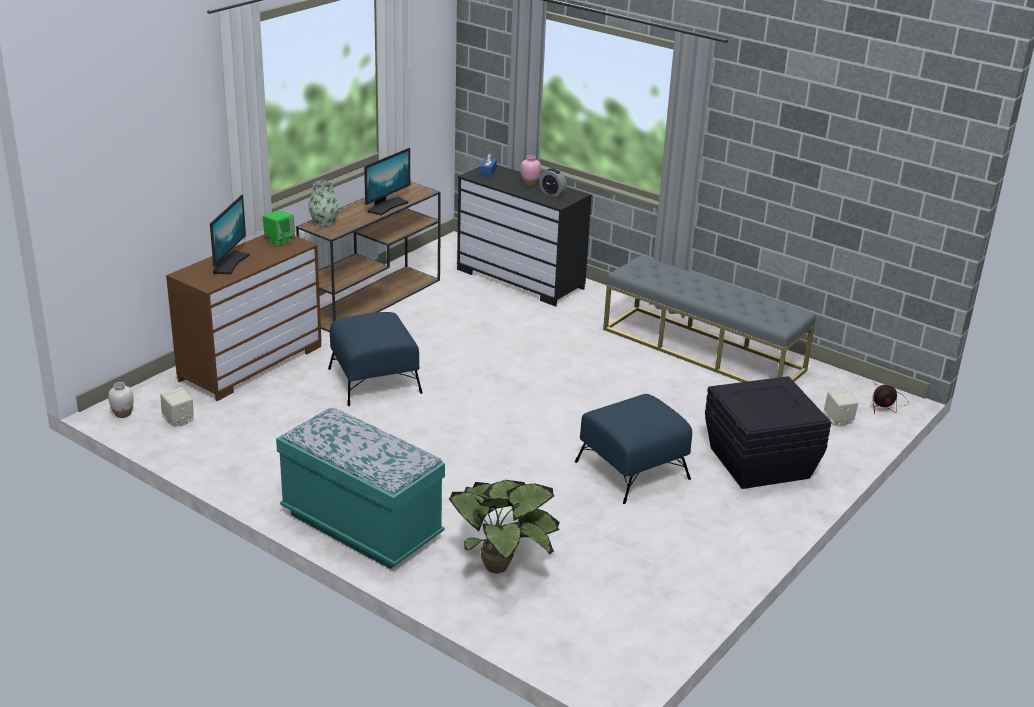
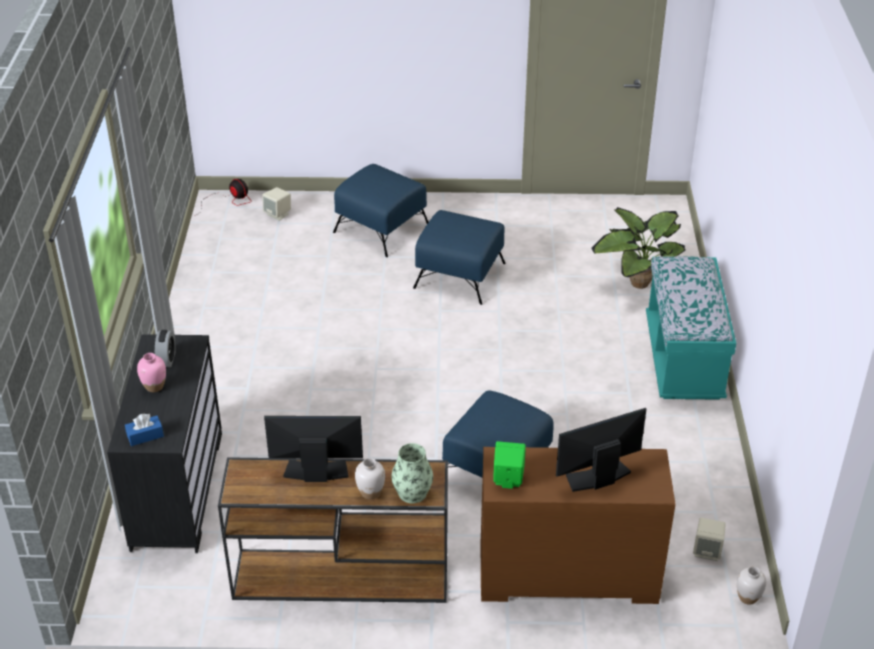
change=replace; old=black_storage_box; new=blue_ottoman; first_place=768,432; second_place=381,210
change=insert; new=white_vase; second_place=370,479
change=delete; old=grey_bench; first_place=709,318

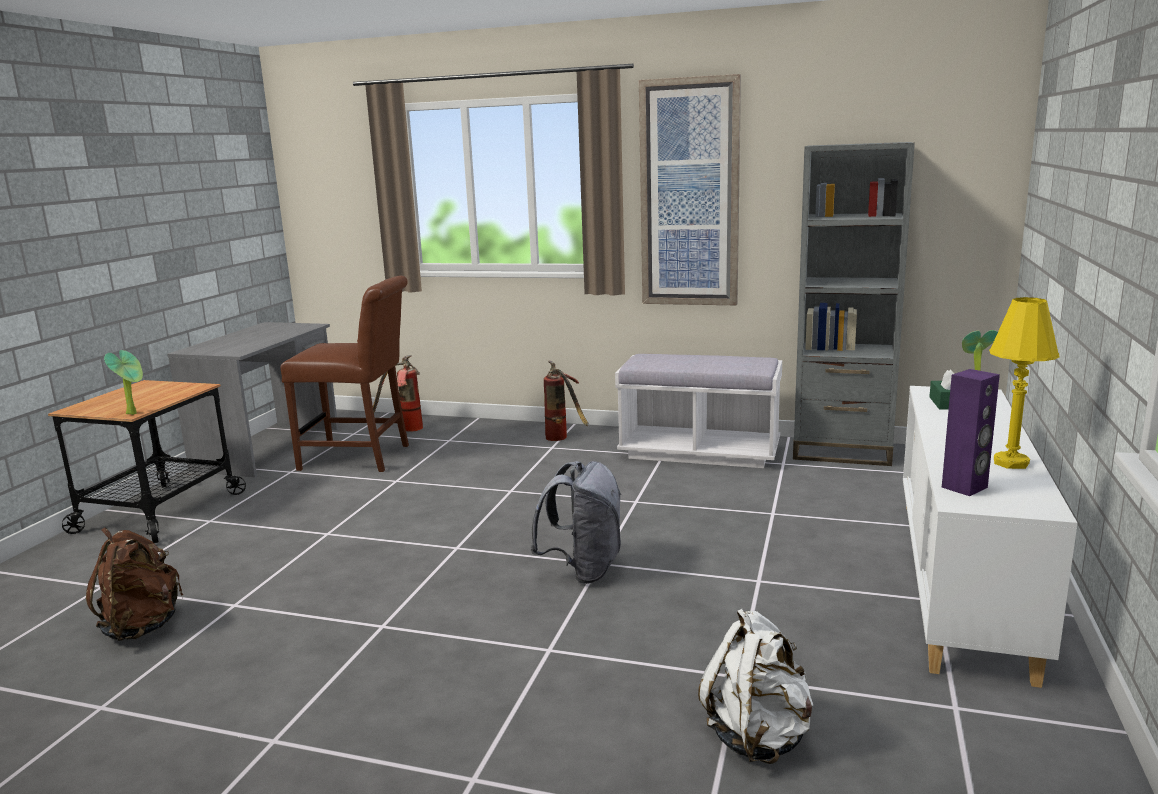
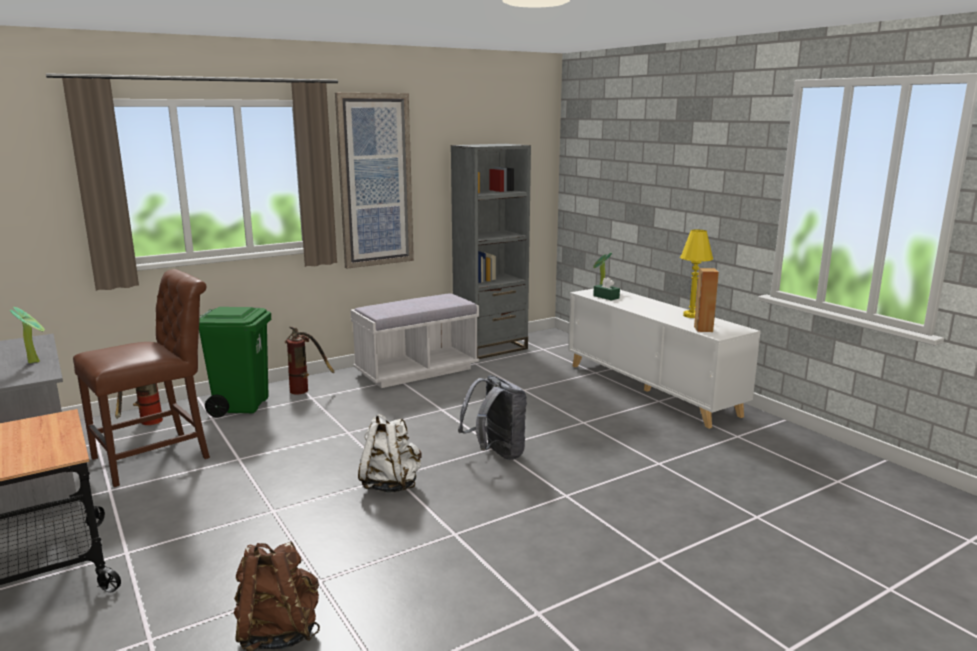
change=move; old=potted_plant; first_place=123,382; second_place=27,335
change=insert; new=green_trash_can; second_place=235,362
change=move; old=white_backpack; first_place=755,686; second_place=390,453
change=recolor; old=purple_speaker; new=brown_speaker; first_place=971,432; second_place=706,300

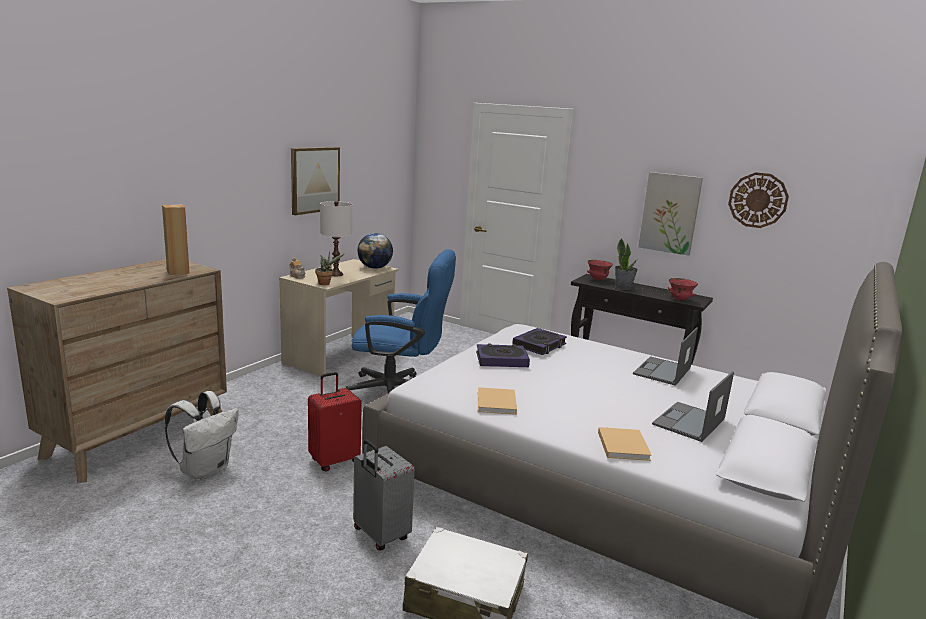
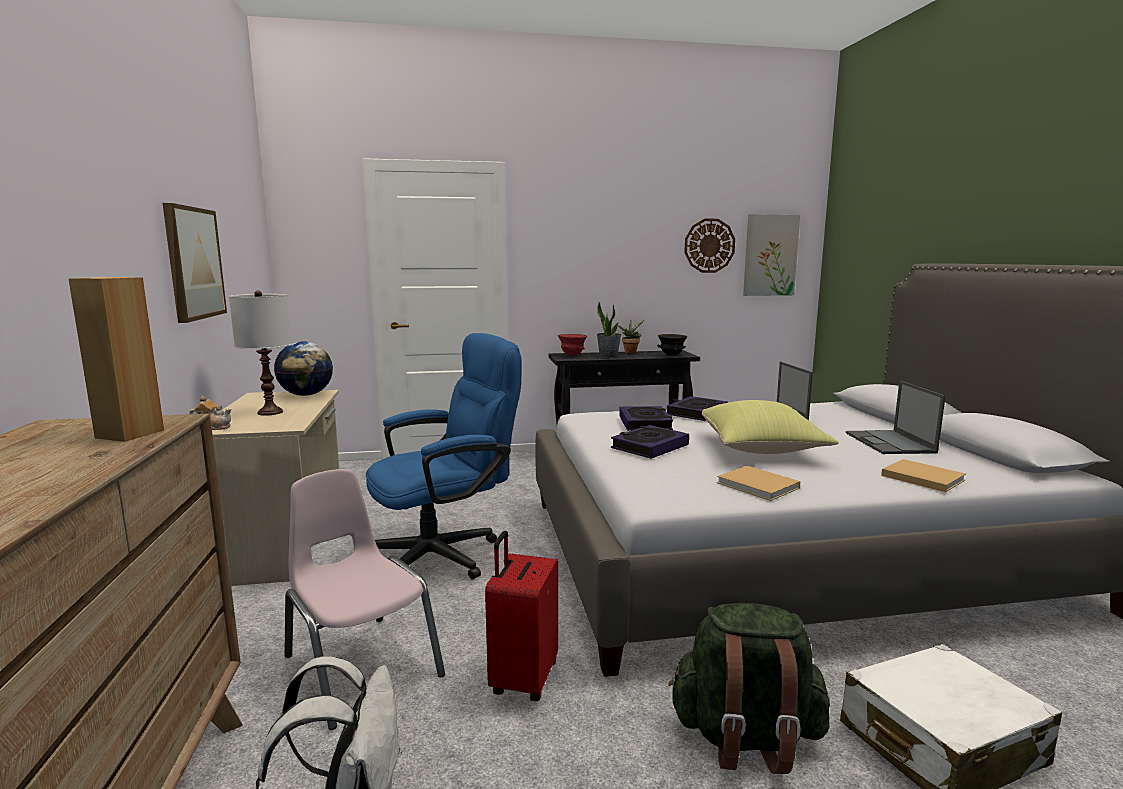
change=insert; new=pink_chair; second_place=364,599
change=move; old=potted_plant; first_place=330,268; second_place=631,336
change=recolor; old=red_bowl; new=black_bowl; first_place=683,289; second_place=672,345
change=insert; new=book; second_place=697,408
change=replace; old=grey_suitcase; new=green_backpack; first_place=384,494; second_place=749,688
change=insert; new=yellow_pillow; second_place=770,427
change=move; old=picture; first_place=670,214; second_place=771,255

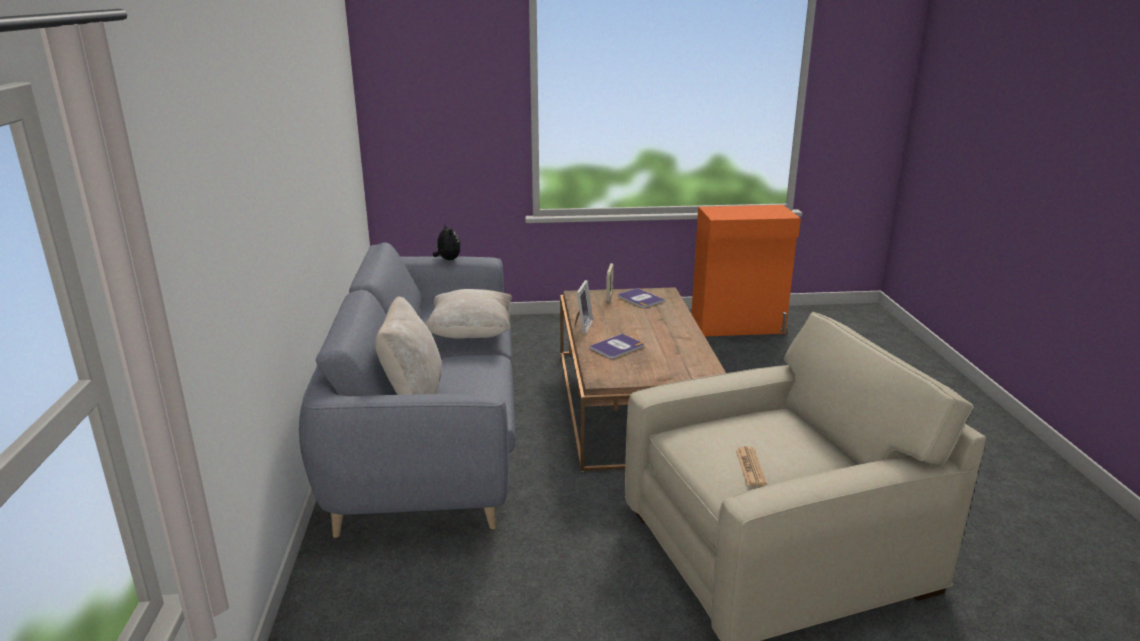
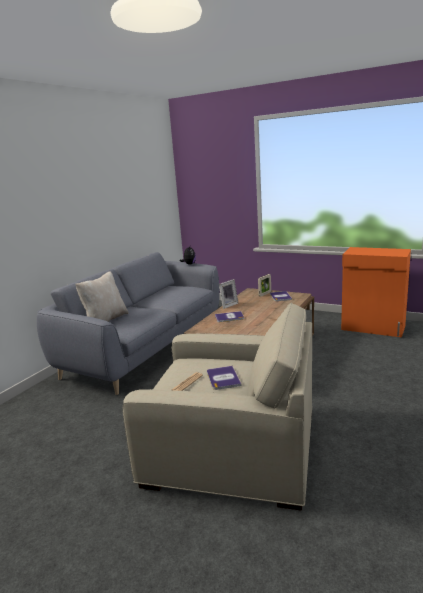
change=insert; new=book; second_place=224,378
change=delete; old=beige_pillow; first_place=469,314

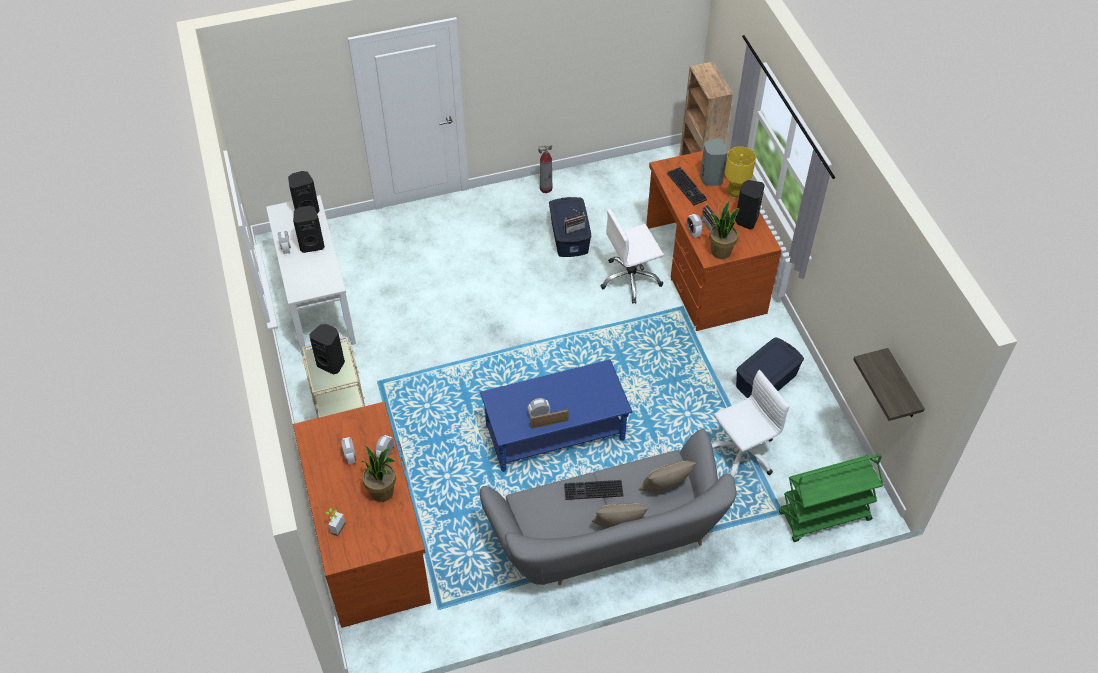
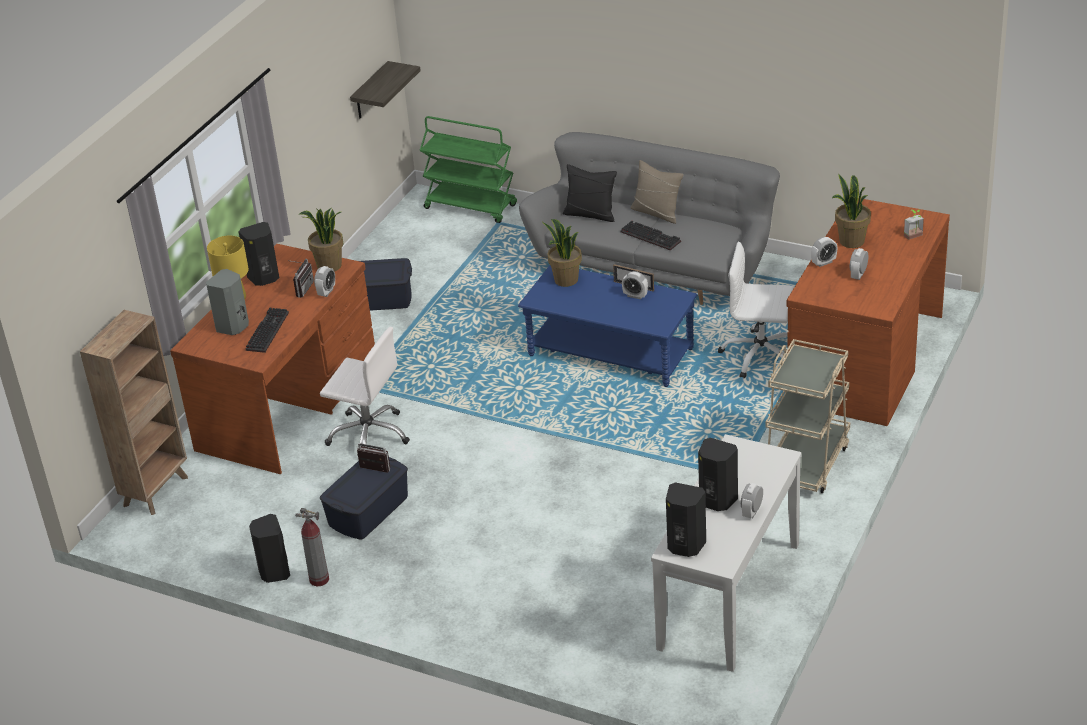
change=move; old=black_speaker; first_place=327,349; second_place=269,548
change=insert; new=potted_plant; second_place=562,253
change=recolor; old=beige_pillow; new=black_pillow; first_place=667,476; second_place=590,193
change=move; old=white_office_chair; first_place=751,424; second_place=756,310

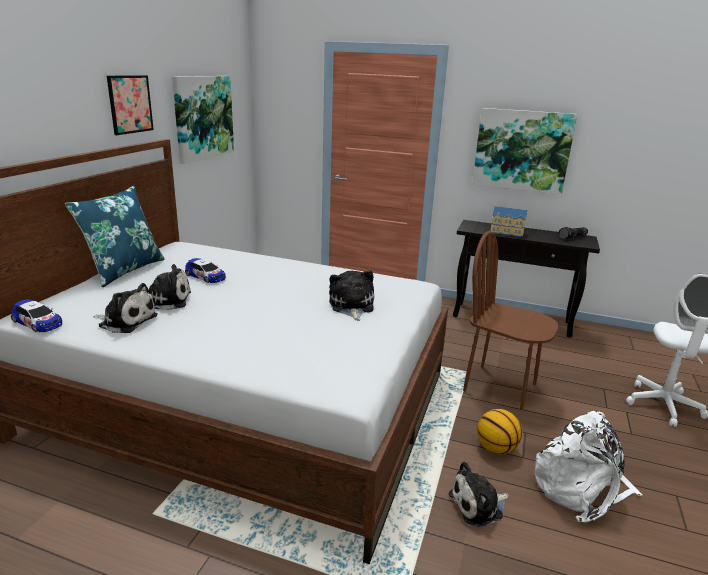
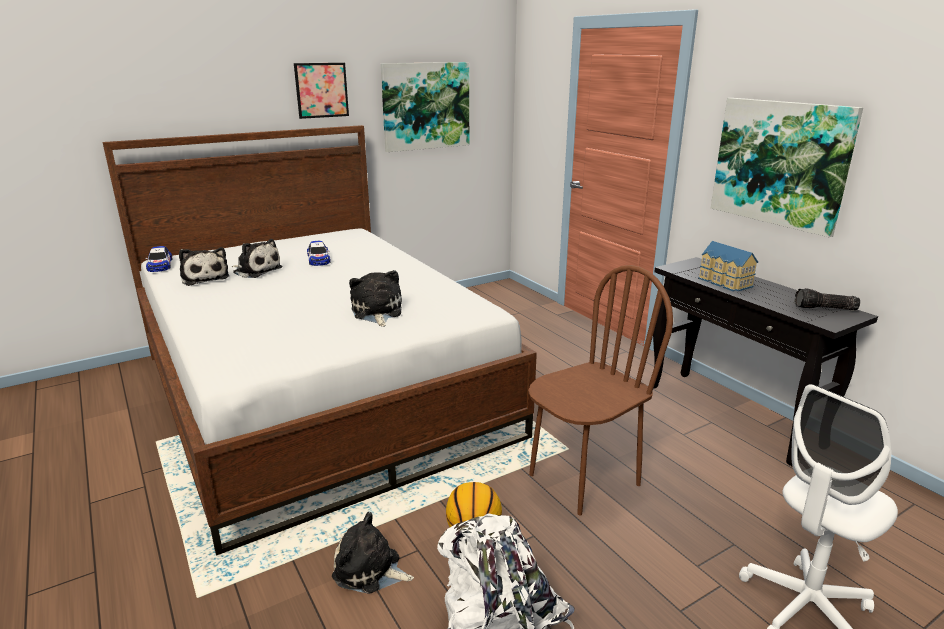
change=rotate; old=plush_toy; first_place=351,295; second_place=375,298; degrees=-45
change=rotate; old=brown_chair; first_place=511,320; second_place=600,390; degrees=75
change=delete; old=blue_pillow; first_place=115,236

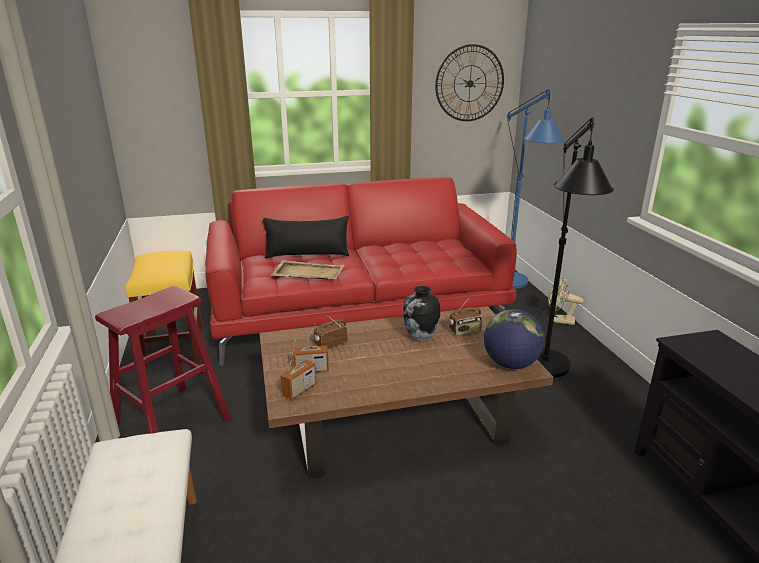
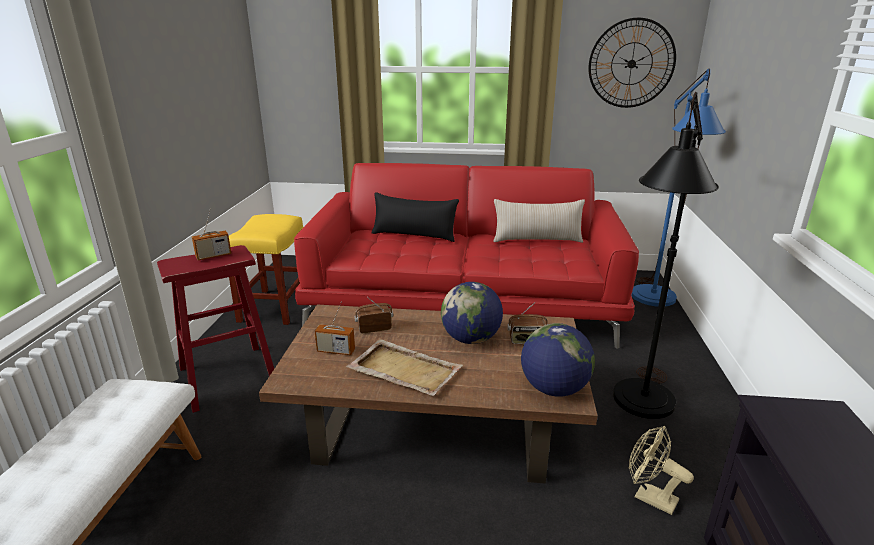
change=move; old=radio; first_place=298,370; second_place=211,234
change=move; old=beige_tray; first_place=307,270; second_place=404,367
change=replace; old=vase; new=globe; first_place=421,314; second_place=472,313
change=insert; new=beige_pillow; second_place=539,221
change=move; old=beige_fan; first_place=566,301; second_place=661,470

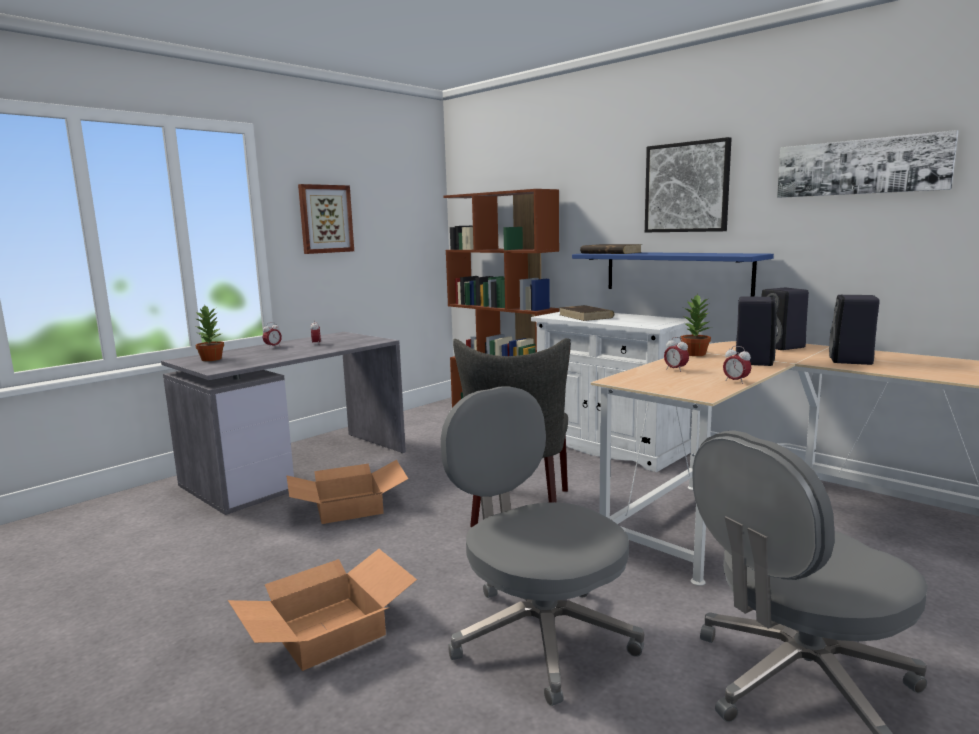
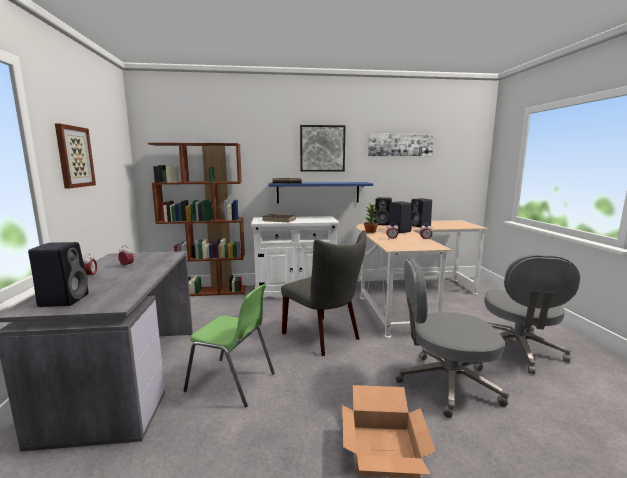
change=replace; old=potted_plant; new=black_speaker; first_place=209,333; second_place=58,274
change=replace; old=cardboard_box; new=green_chair; first_place=347,492; second_place=229,345

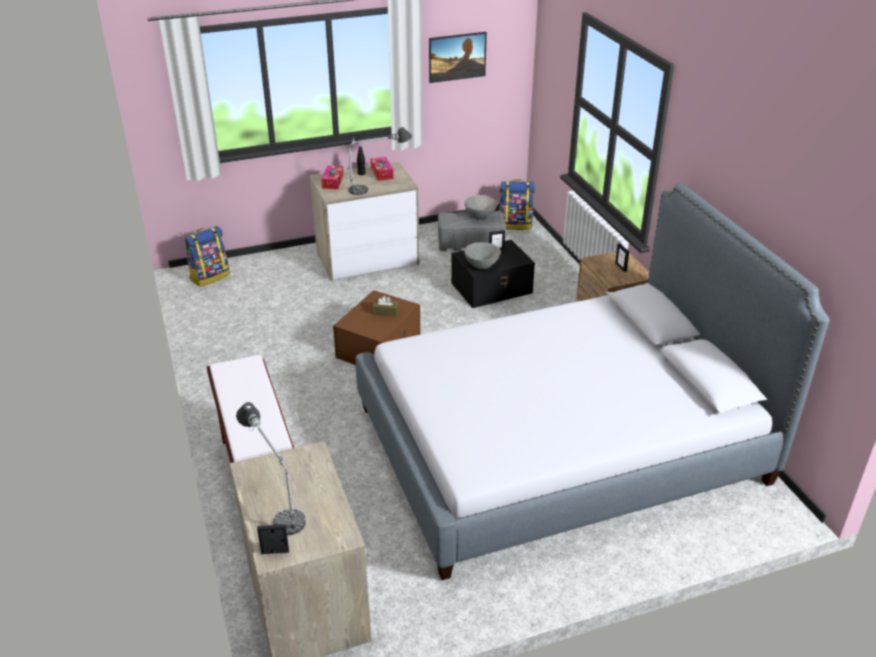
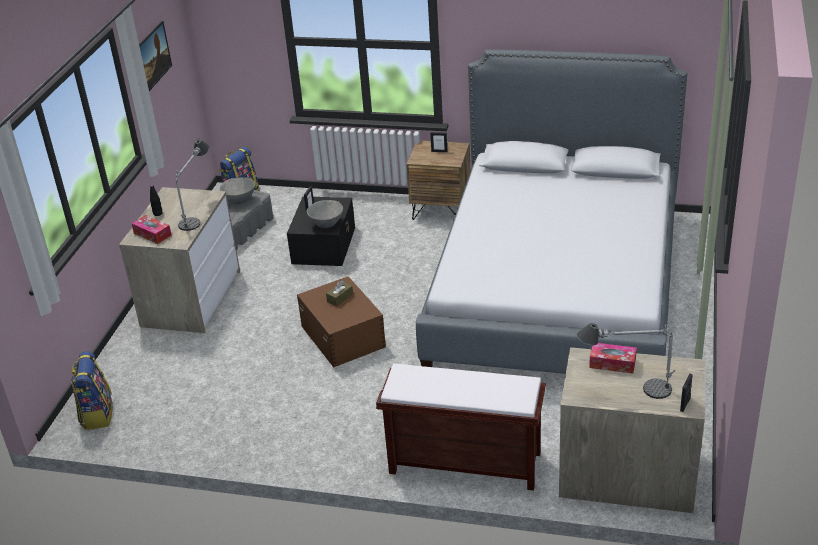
change=move; old=tissue_box; first_place=381,169; second_place=613,358

